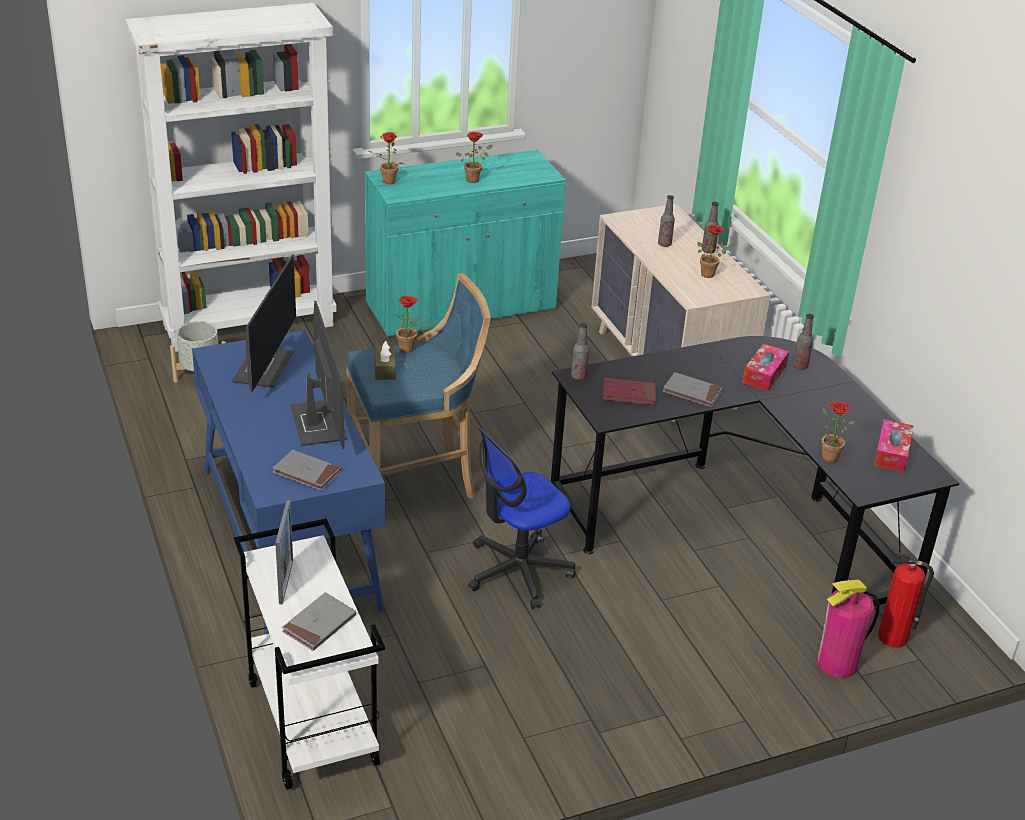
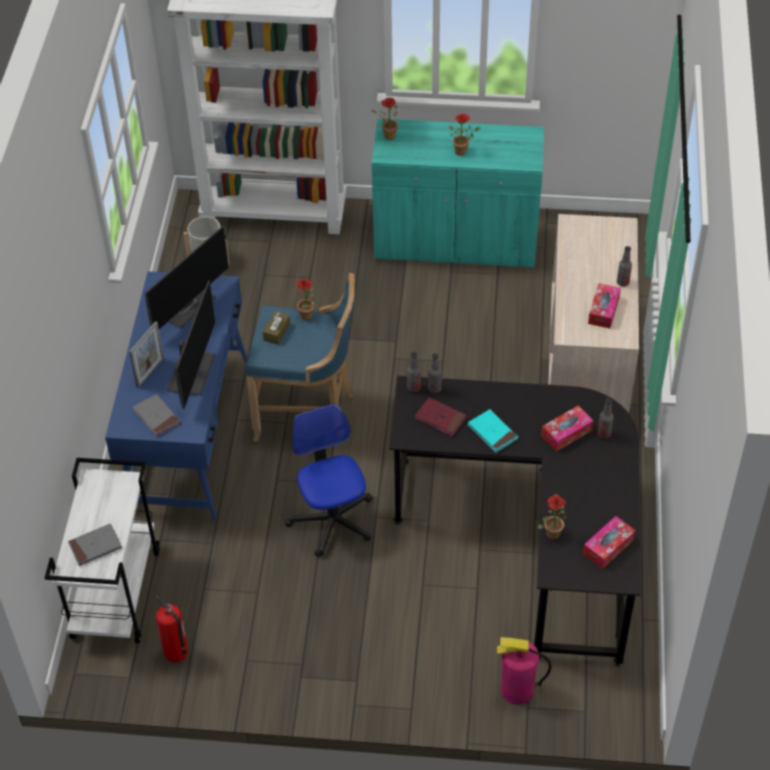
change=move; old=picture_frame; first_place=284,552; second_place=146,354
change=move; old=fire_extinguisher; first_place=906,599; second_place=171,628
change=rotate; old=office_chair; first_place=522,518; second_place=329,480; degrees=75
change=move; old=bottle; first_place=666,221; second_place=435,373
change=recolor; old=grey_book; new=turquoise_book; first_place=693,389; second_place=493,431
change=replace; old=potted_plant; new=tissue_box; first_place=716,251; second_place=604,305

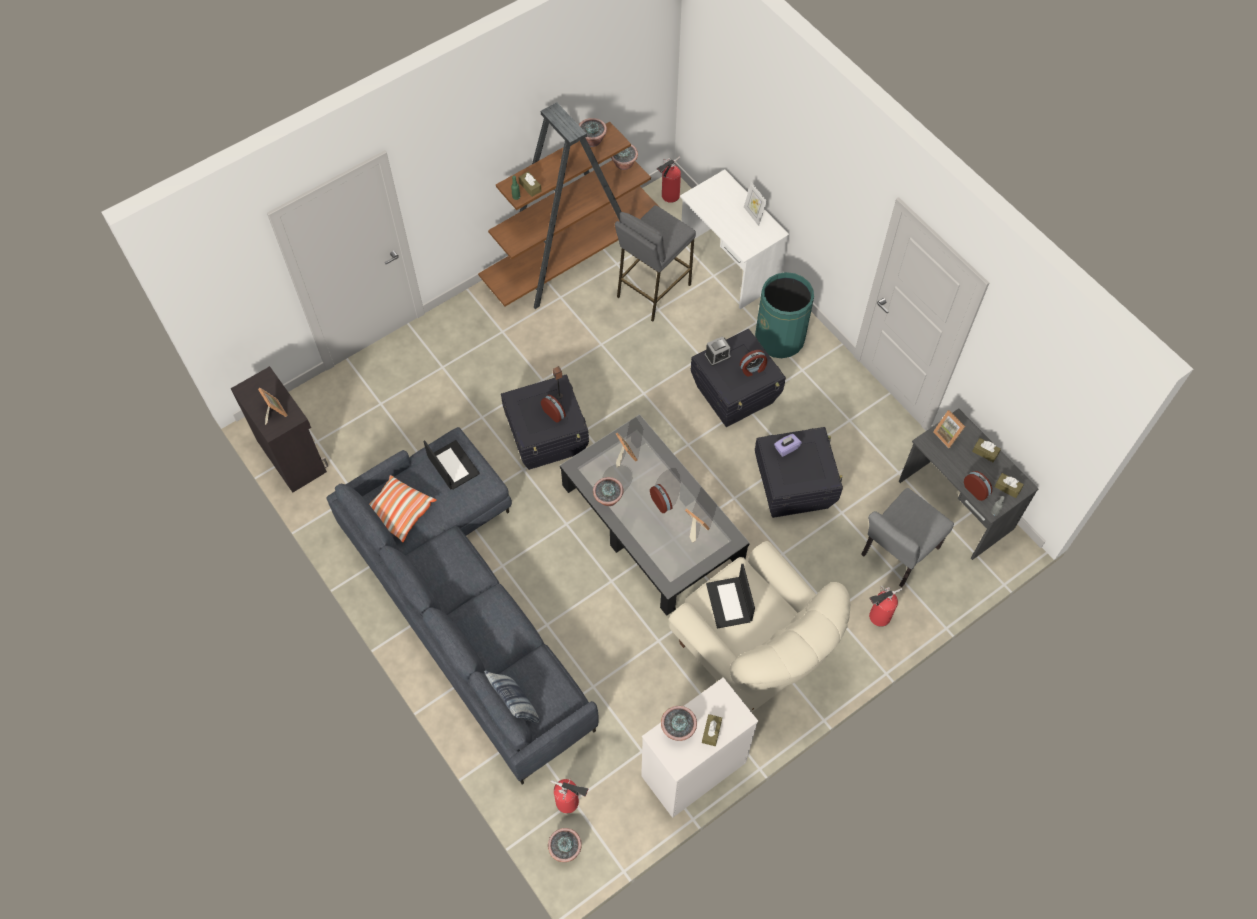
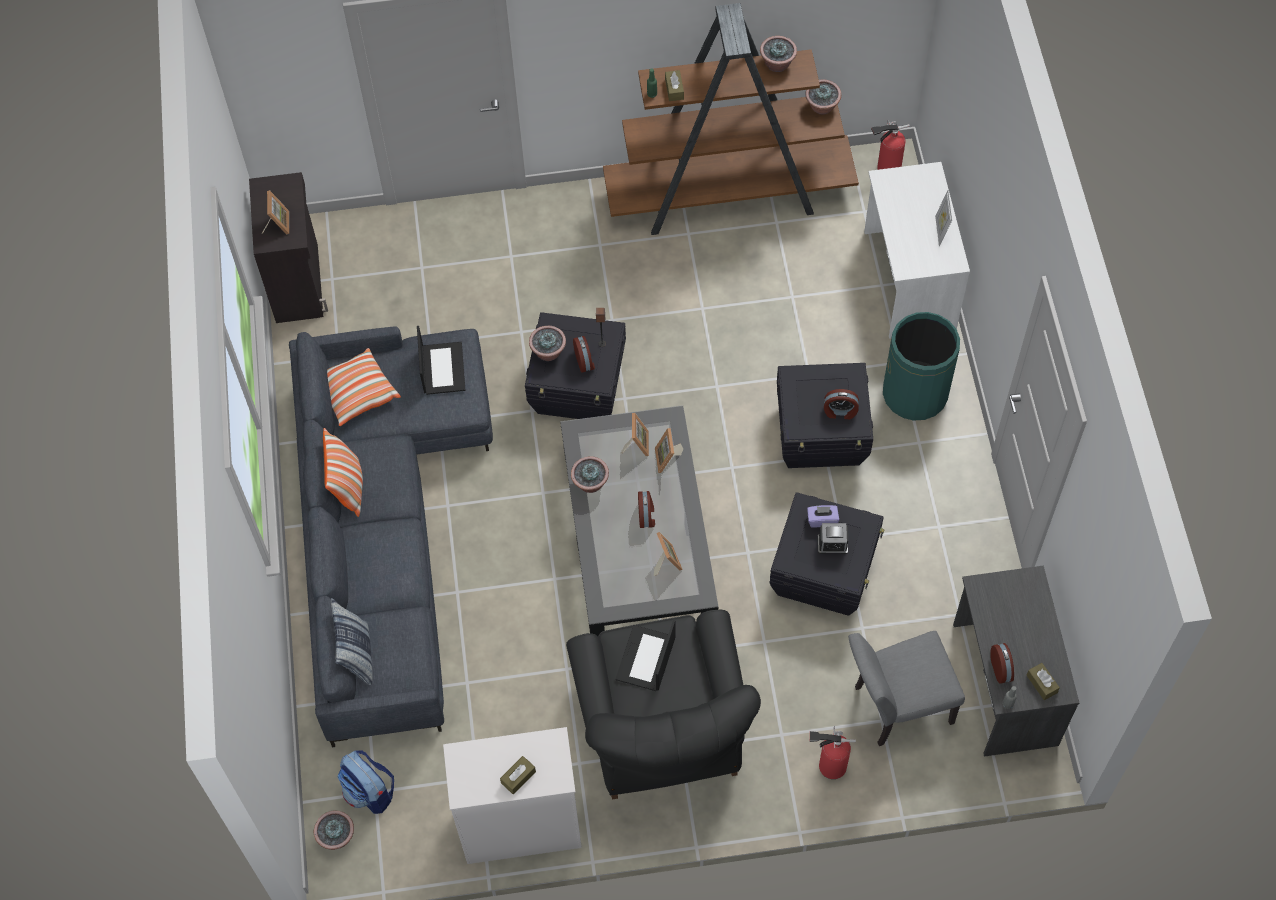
change=insert; new=pillow; second_place=343,472
change=replace; old=fire_extinguisher; new=backpack; first_place=570,796; second_place=366,782
change=move; old=potted_plant; first_place=679,723; second_place=547,343
change=recolor; old=beige_armchair; new=black_armchair; first_place=759,626; second_place=663,705
change=move; old=picture_frame; first_place=949,429; second_place=669,450
change=move; old=alarm_clock; first_place=717,351; second_place=833,538
change=delete; old=grey_stool; first_place=655,263
change=delete; old=brown_tissue_box; first_place=986,450

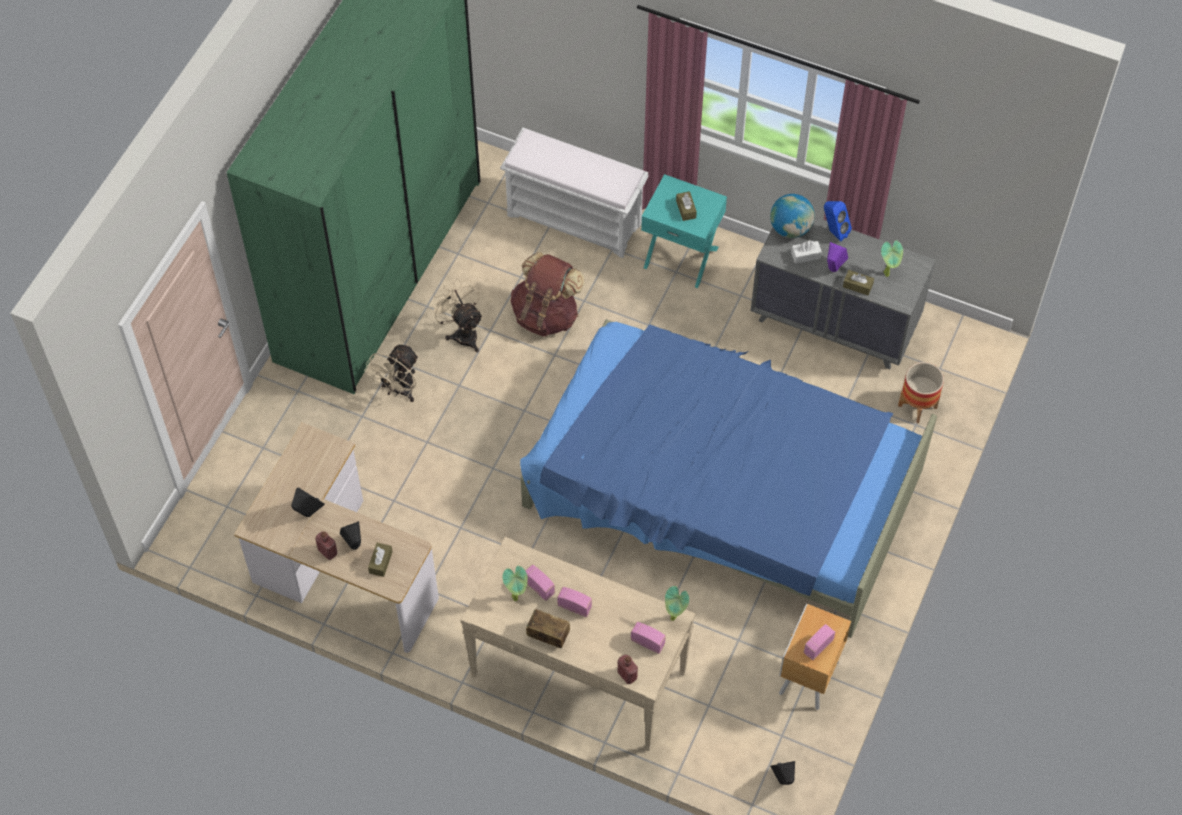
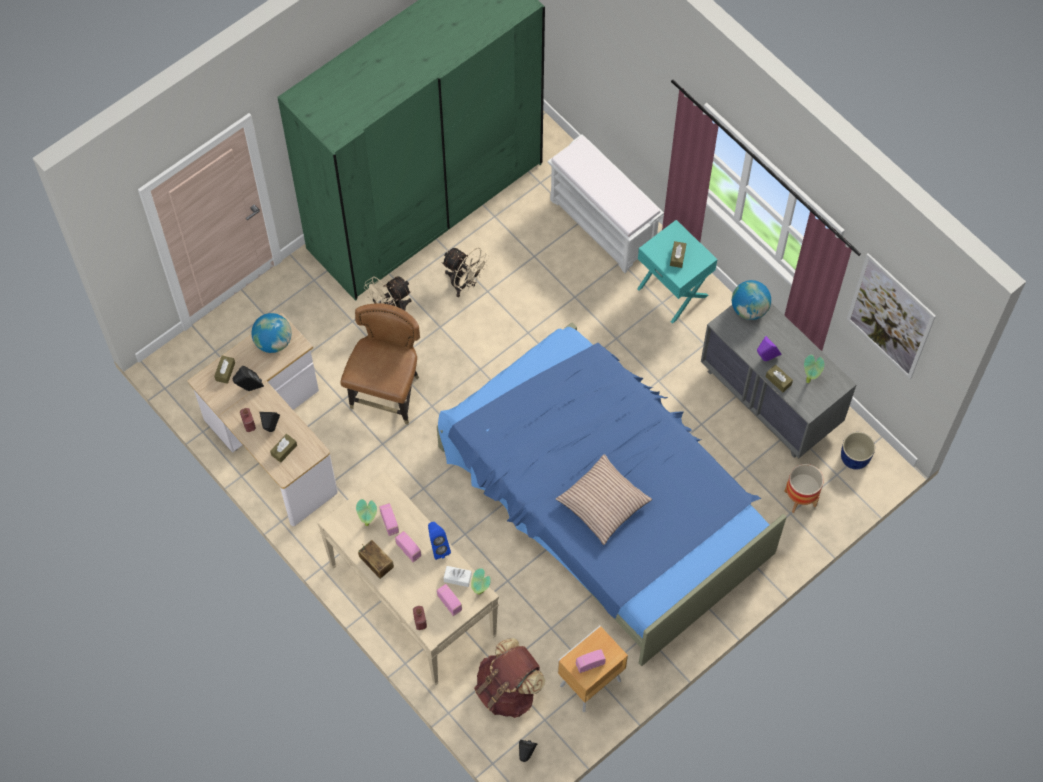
change=insert; new=brown_tissue_box; second_place=224,370
change=insert; new=globe; second_place=271,333
change=insert; new=brown_chair; second_place=380,364
change=move; old=blue_speaker; first_place=838,221; second_place=439,541
change=rotate; old=beige_fan; first_place=456,315; second_place=465,272; degrees=135
change=move; old=white_tissue_box; first_place=806,252; second_place=458,576
change=move; old=brown_backpack; first_place=547,294; second_place=510,678
change=insert; new=pillow; second_place=604,499
change=insert; new=blue_planter; second_place=858,450
change=insert; new=picture; second_place=891,316

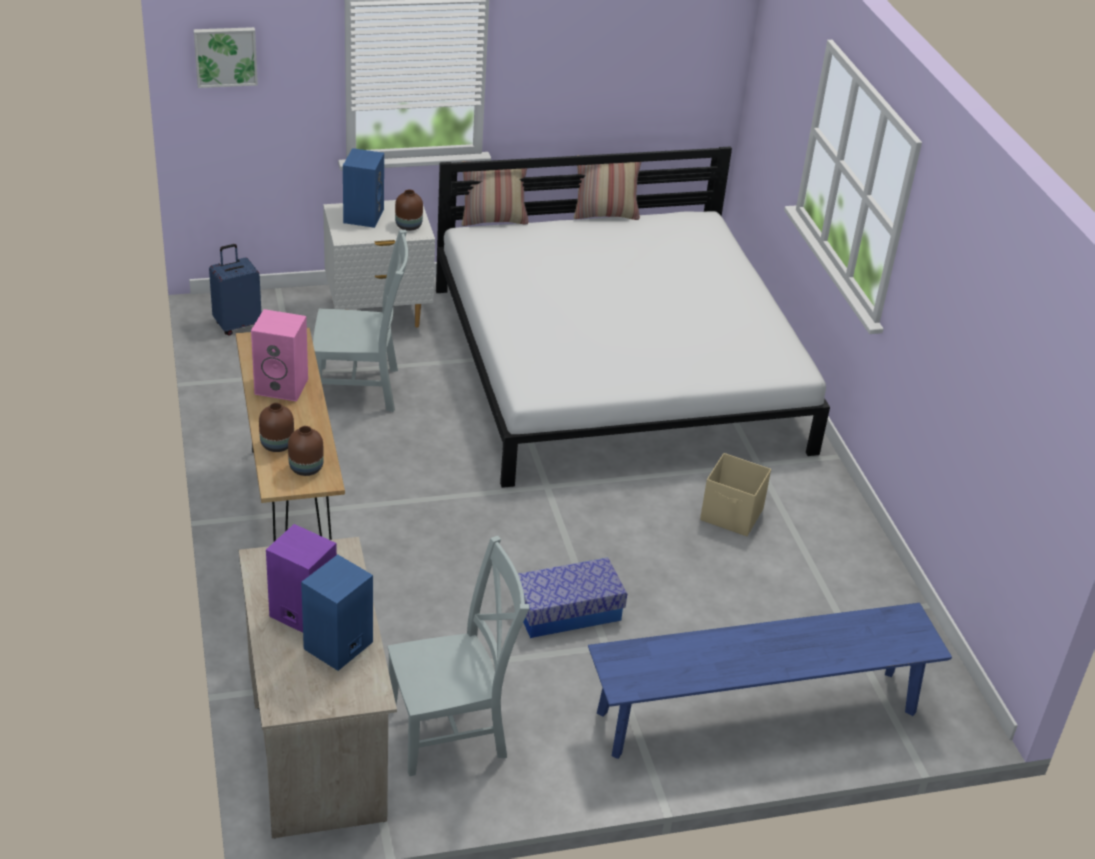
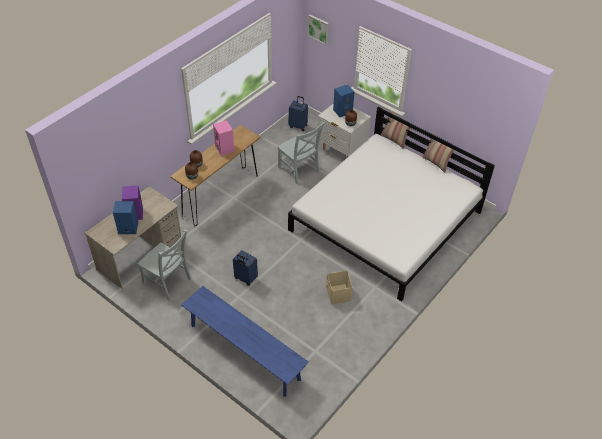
change=replace; old=storage_box; new=blue_suitcase; first_place=572,598; second_place=245,268

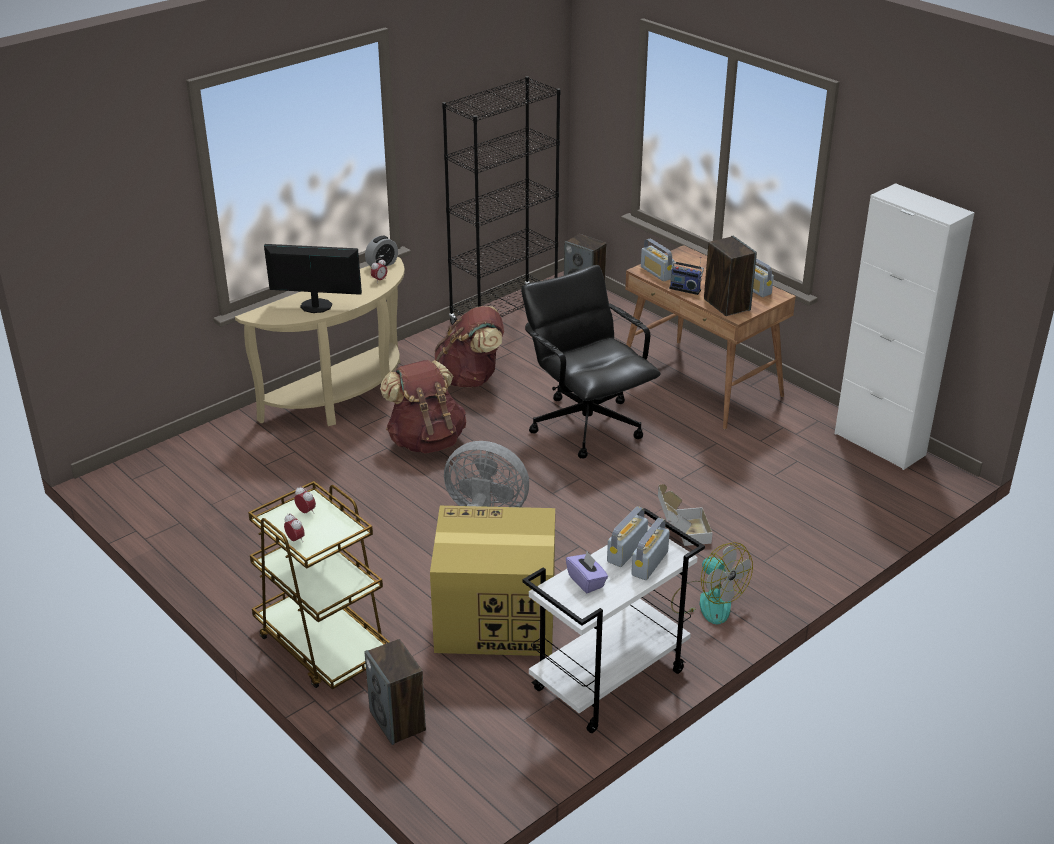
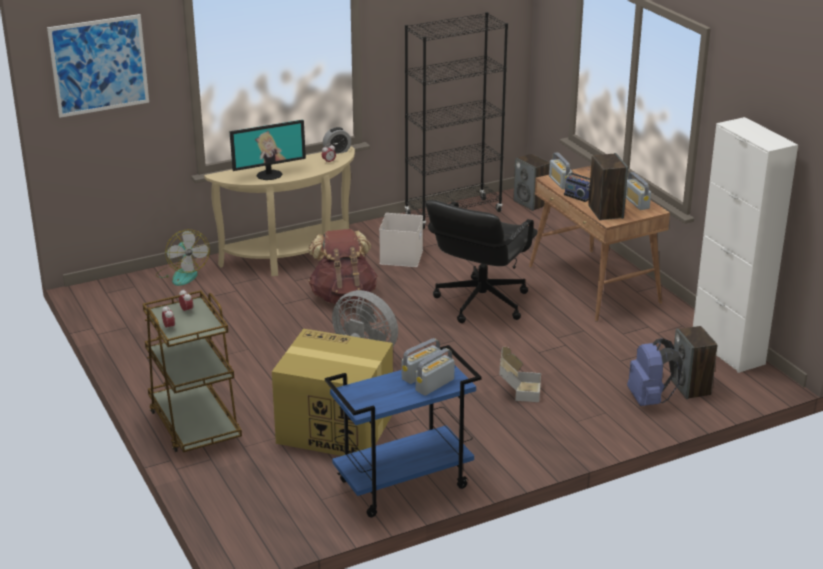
change=insert; new=picture; second_place=98,66
change=move; old=fan; first_place=712,583; second_place=183,257
change=rotate; old=monitor; first_place=313,278; second_place=267,150; degrees=135
change=recolor; old=white_cart; new=blue_cart; first_place=613,620; second_place=403,431
change=replace; old=brown_backpack; new=white_storage_box; first_place=469,347; second_place=401,240
change=rotate; old=black_office_chair; first_place=591,362; second_place=481,261; degrees=-135
change=insert; new=blue_backpack; second_place=655,372
change=move; old=speaker; first_place=395,692; second_place=694,362
change=delete; old=purple_tissue_box; first_place=587,572

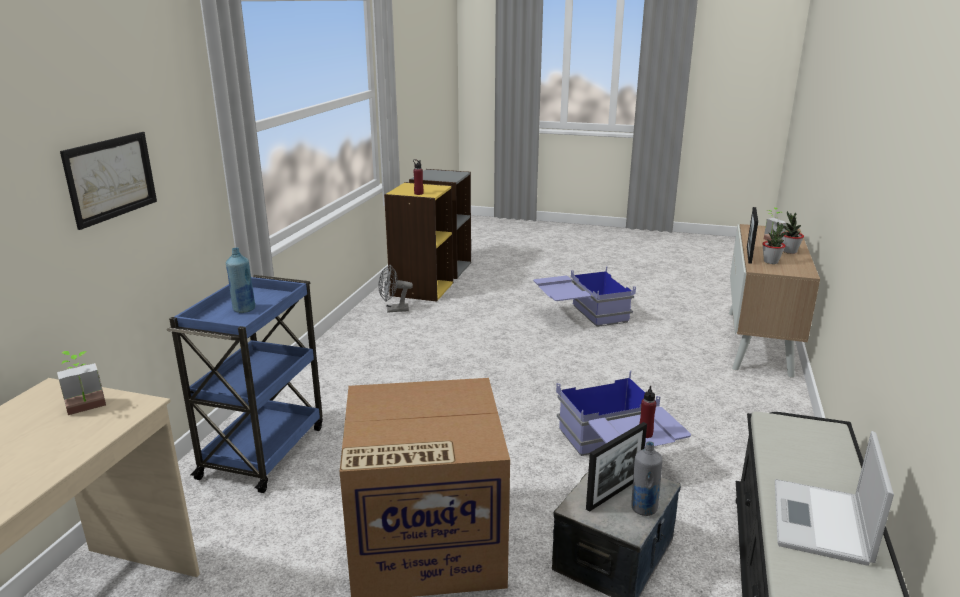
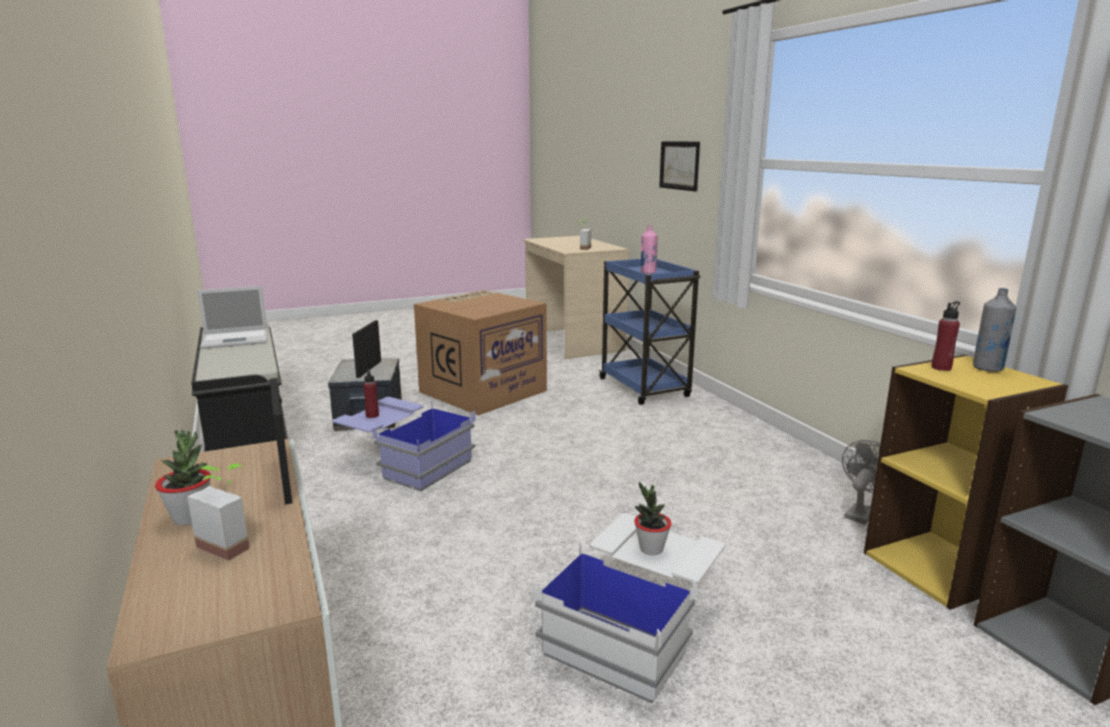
change=rotate; old=laptop; first_place=834,498; second_place=232,317; degrees=90
change=recolor; old=blue_storage_box; new=white_storage_box; first_place=584,296; second_place=629,608
change=move; old=potted_plant; first_place=774,243; second_place=653,518
change=recolor; old=blue_bottle; new=pink_bottle; first_place=240,280; second_place=649,249
change=move; old=grey_bottle; first_place=647,478; second_place=994,330

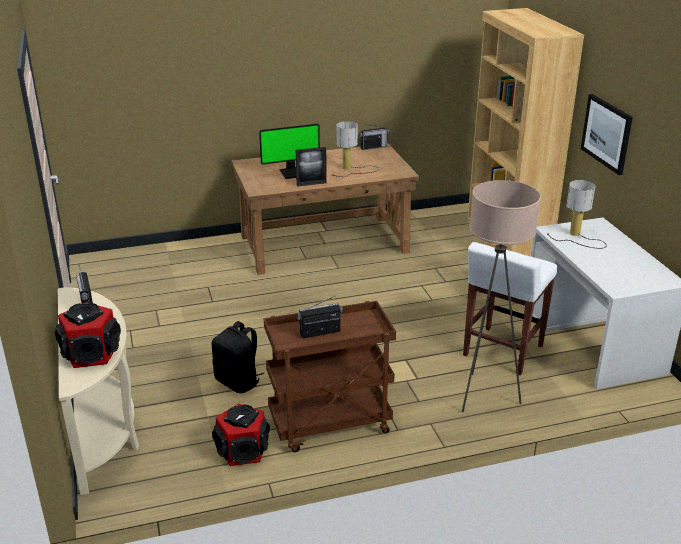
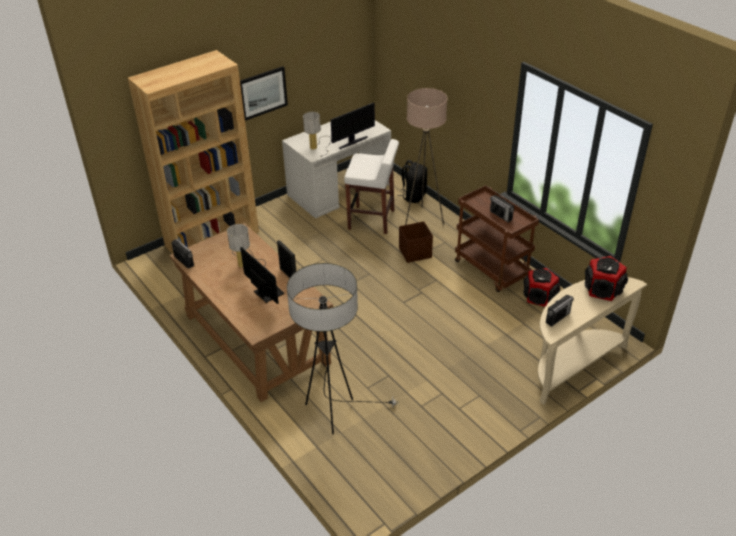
change=insert; new=floor_lamp; second_place=343,348
change=insert; new=monitor; second_place=353,125
change=move; old=black_backpack; first_place=238,357; second_place=412,181
change=insert; new=brown_storage_box; second_place=416,242

